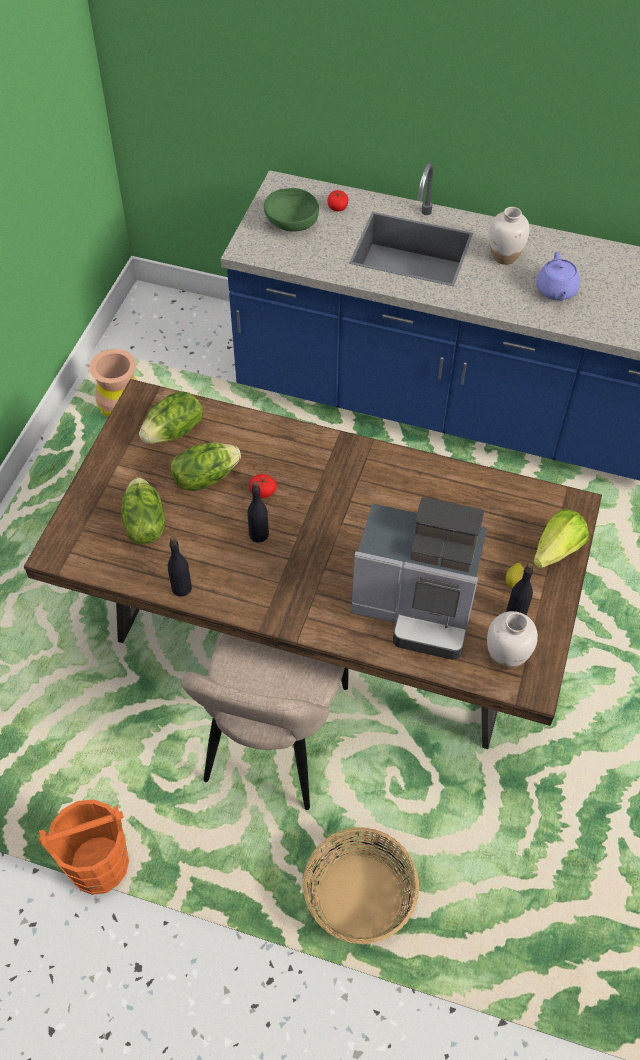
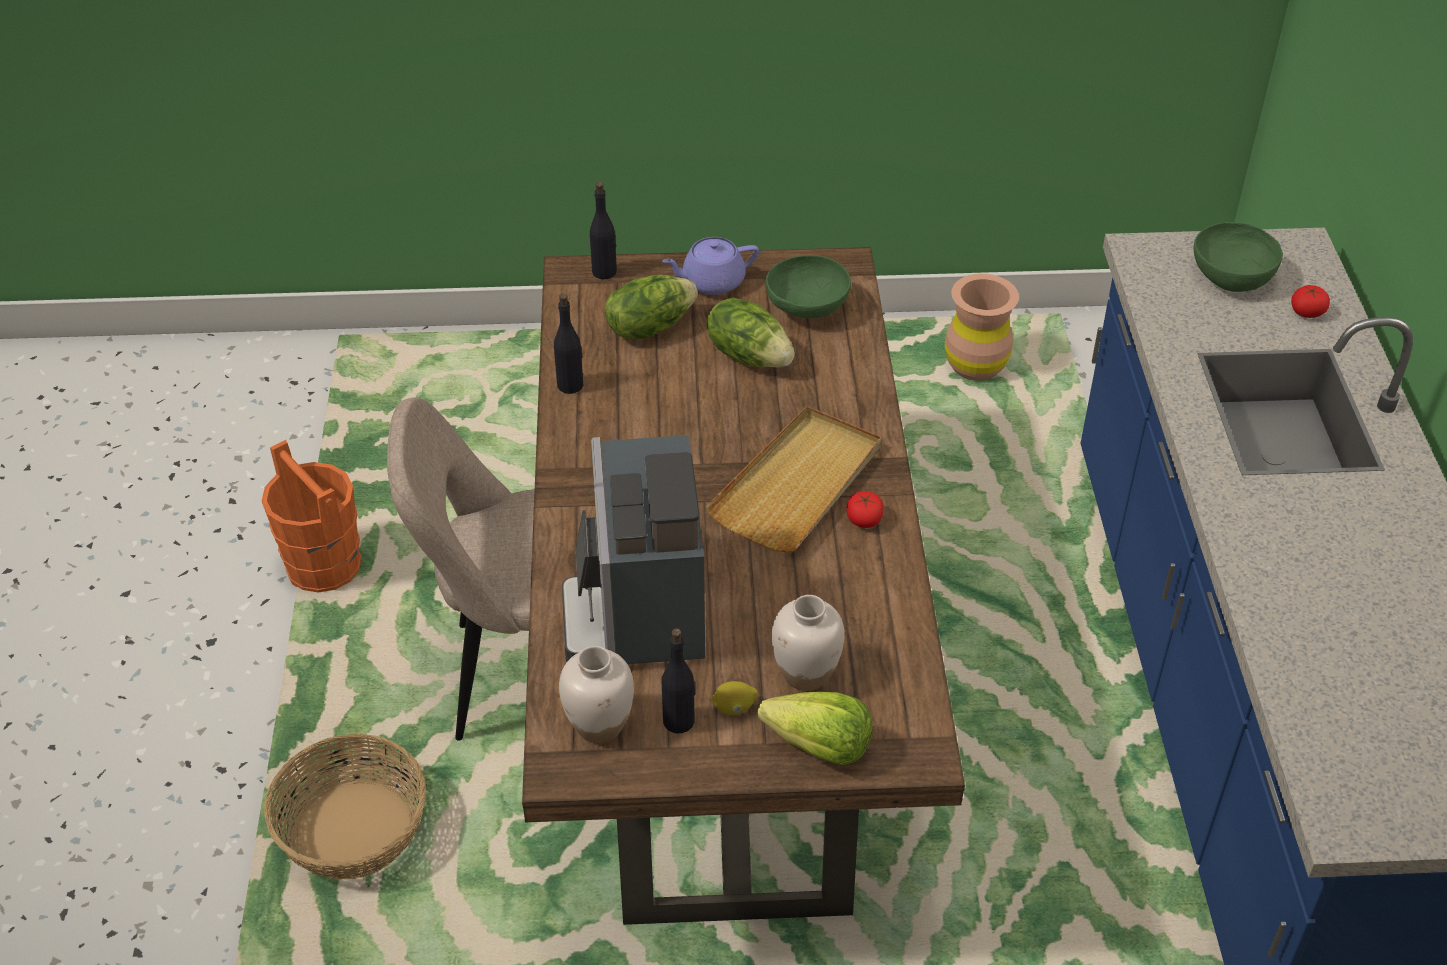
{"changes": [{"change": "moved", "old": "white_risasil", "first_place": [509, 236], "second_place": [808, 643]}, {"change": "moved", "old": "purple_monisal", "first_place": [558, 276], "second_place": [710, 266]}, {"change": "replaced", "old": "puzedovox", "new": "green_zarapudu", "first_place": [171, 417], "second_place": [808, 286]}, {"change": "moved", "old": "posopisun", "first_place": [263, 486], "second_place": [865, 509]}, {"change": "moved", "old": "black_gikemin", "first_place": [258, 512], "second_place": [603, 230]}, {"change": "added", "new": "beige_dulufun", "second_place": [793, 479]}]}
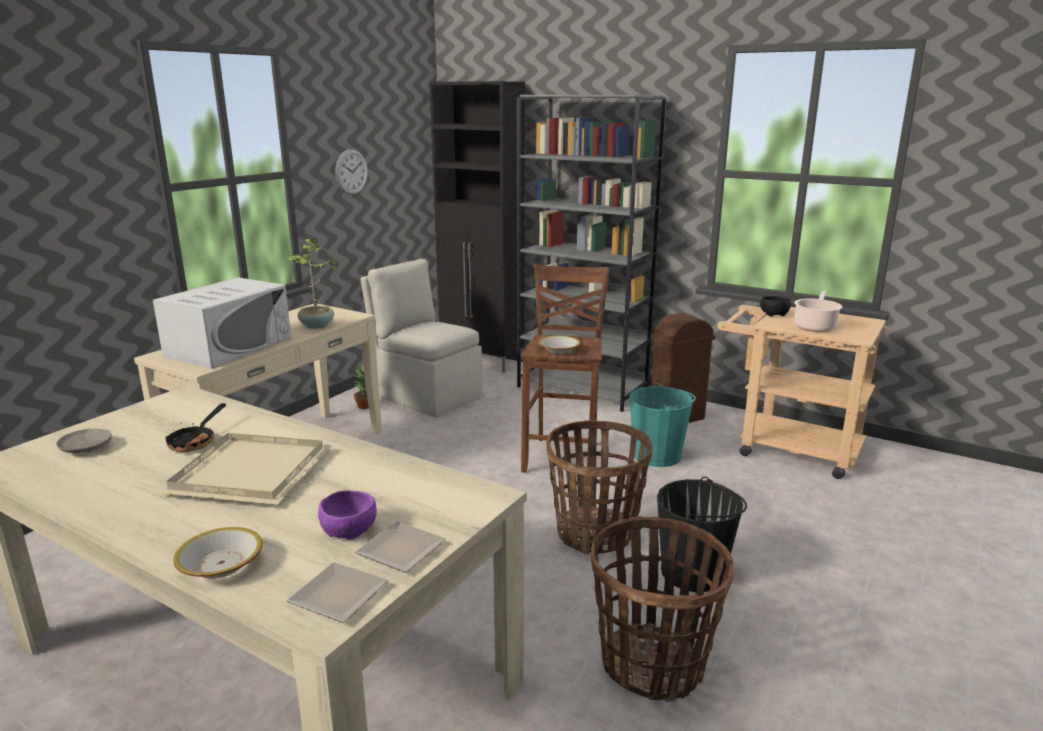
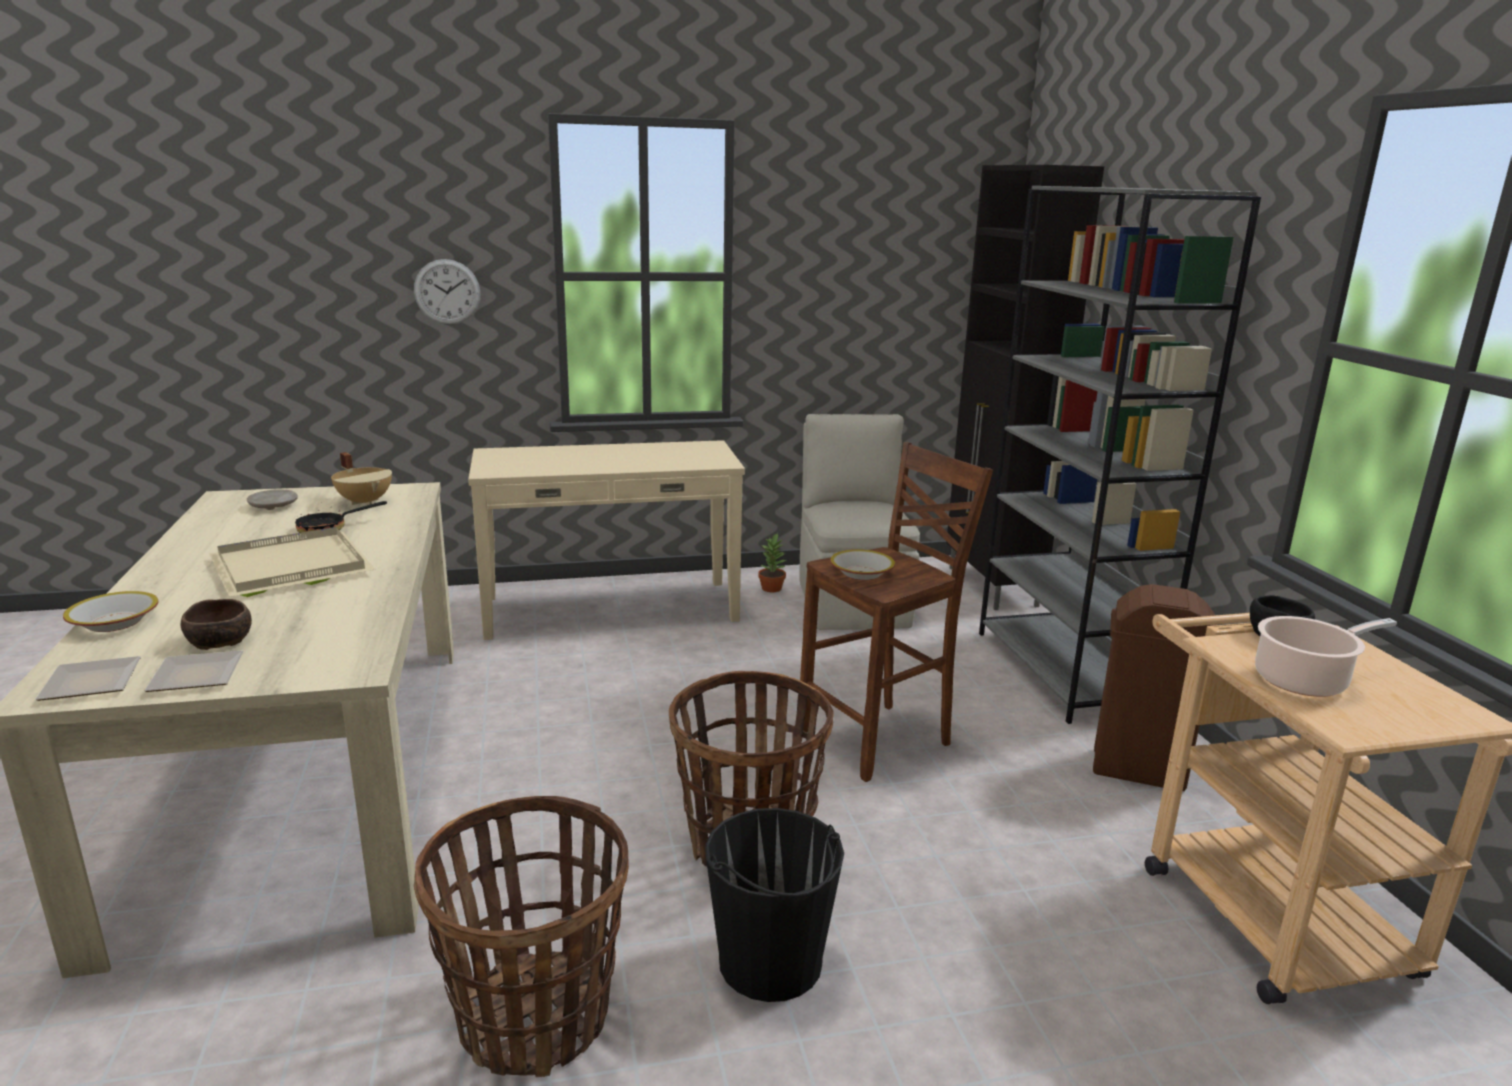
{"changes": [{"change": "moved", "old": "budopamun", "first_place": [352, 172], "second_place": [447, 292]}, {"change": "removed", "old": "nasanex", "first_place": [313, 283]}, {"change": "removed", "old": "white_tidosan", "first_place": [222, 323]}, {"change": "removed", "old": "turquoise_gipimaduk", "first_place": [662, 425]}, {"change": "recoloured", "old": "purple_zarapudu", "new": "brown_zarapudu", "first_place": [347, 515], "second_place": [216, 624]}, {"change": "added", "new": "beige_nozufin", "second_place": [361, 478]}]}
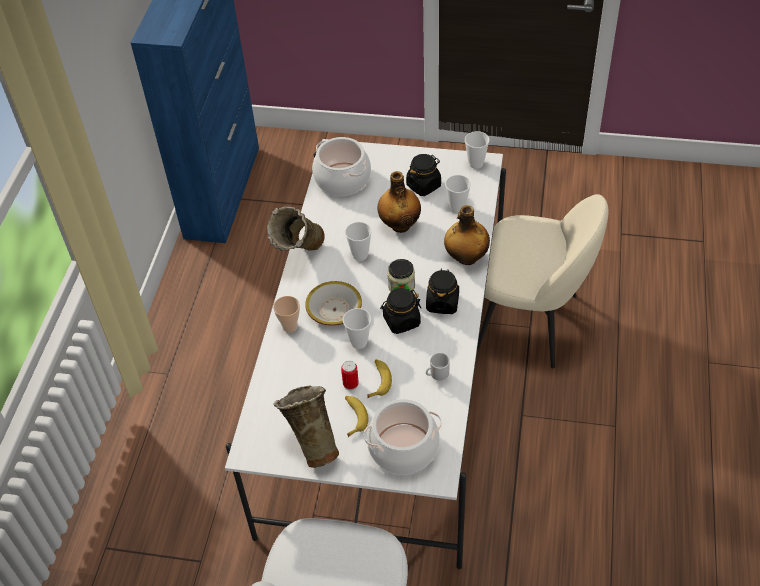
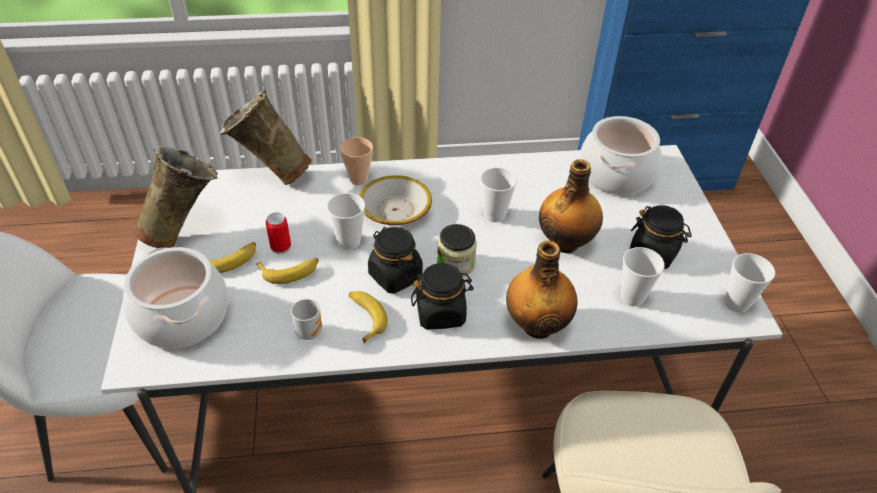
{"changes": [{"change": "moved", "old": "beige_risasil", "first_place": [296, 228], "second_place": [266, 137]}, {"change": "added", "new": "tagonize", "second_place": [368, 317]}]}
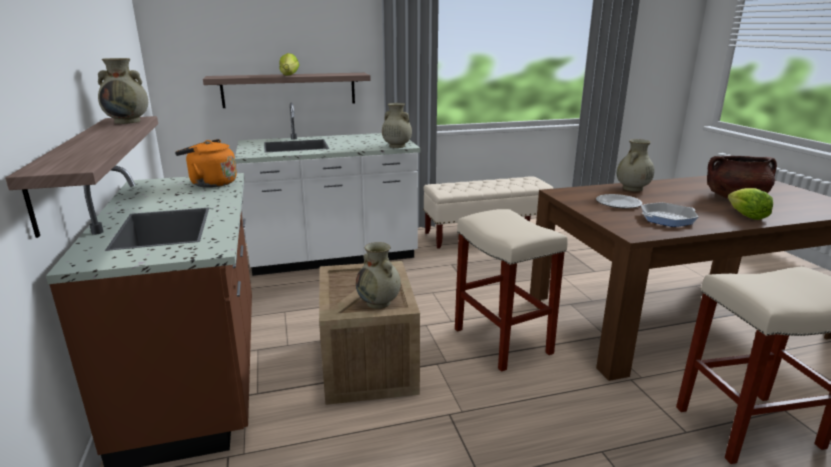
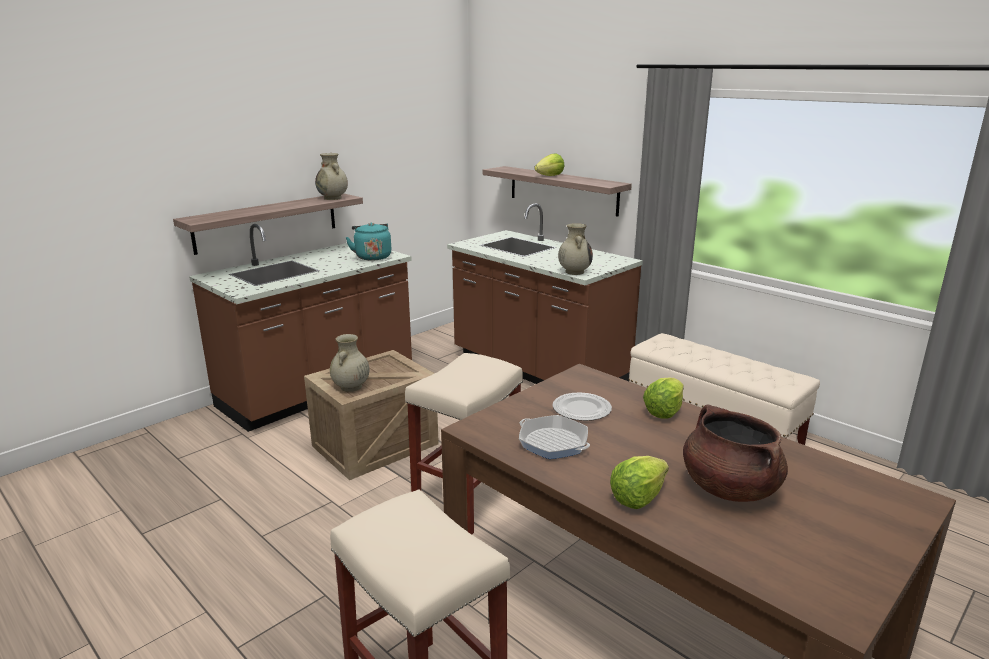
{"changes": [{"change": "recoloured", "old": "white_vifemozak", "new": "brown_vifemozak", "first_place": [327, 189], "second_place": [545, 293]}, {"change": "recoloured", "old": "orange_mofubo", "new": "turquoise_mofubo", "first_place": [206, 163], "second_place": [368, 241]}, {"change": "replaced", "old": "beige_risasil", "new": "puzedovox", "first_place": [636, 165], "second_place": [663, 398]}]}
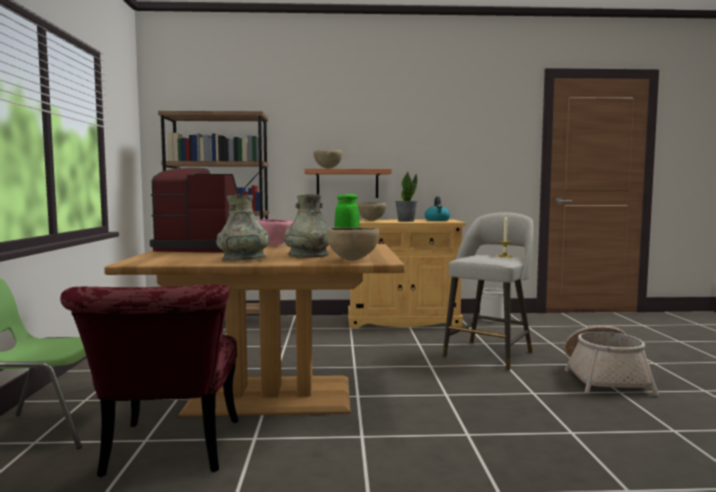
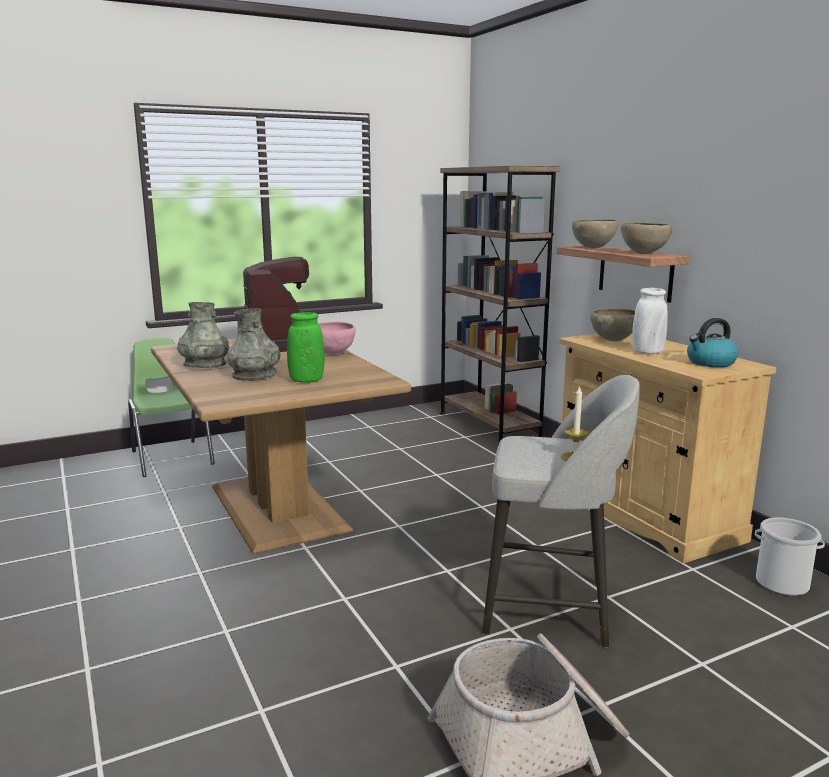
{"changes": [{"change": "replaced", "old": "nasanex", "new": "white_risasil", "first_place": [406, 197], "second_place": [650, 321]}, {"change": "moved", "old": "brown_zarapudu", "first_place": [352, 244], "second_place": [646, 238]}, {"change": "removed", "old": "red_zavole", "first_place": [149, 380]}]}
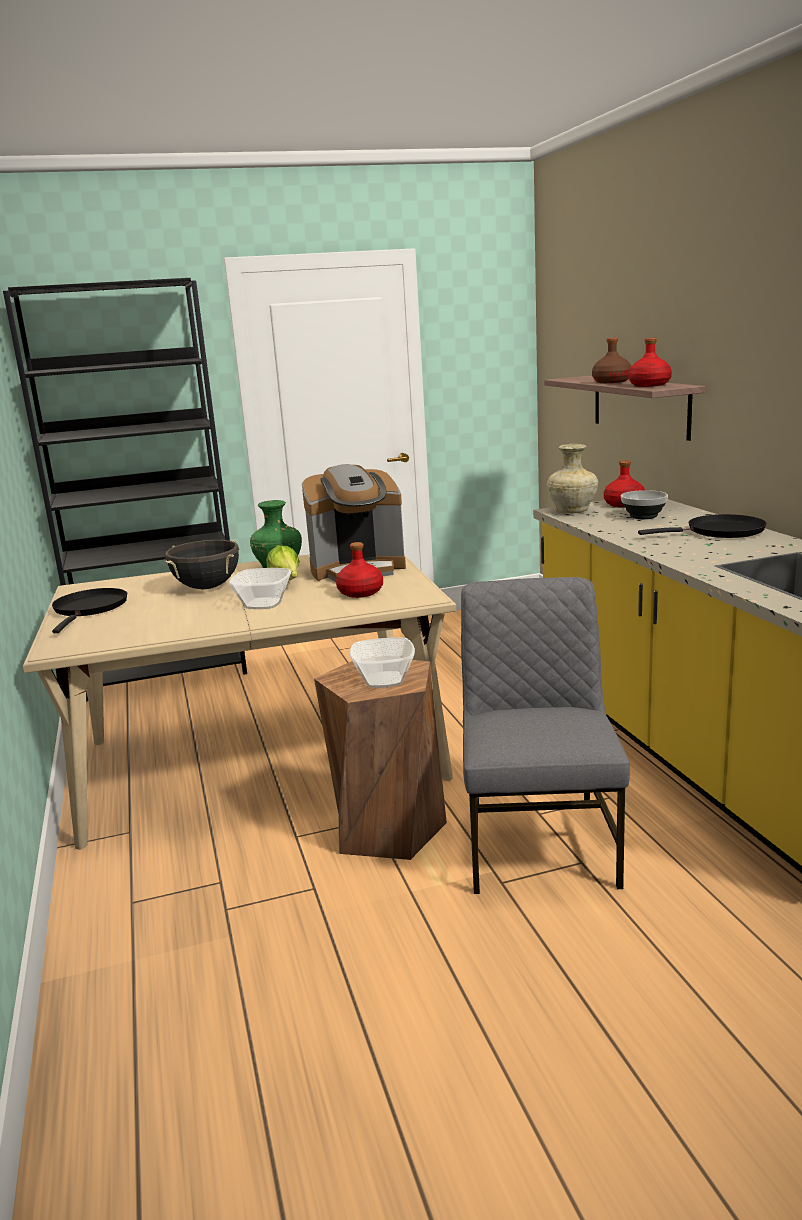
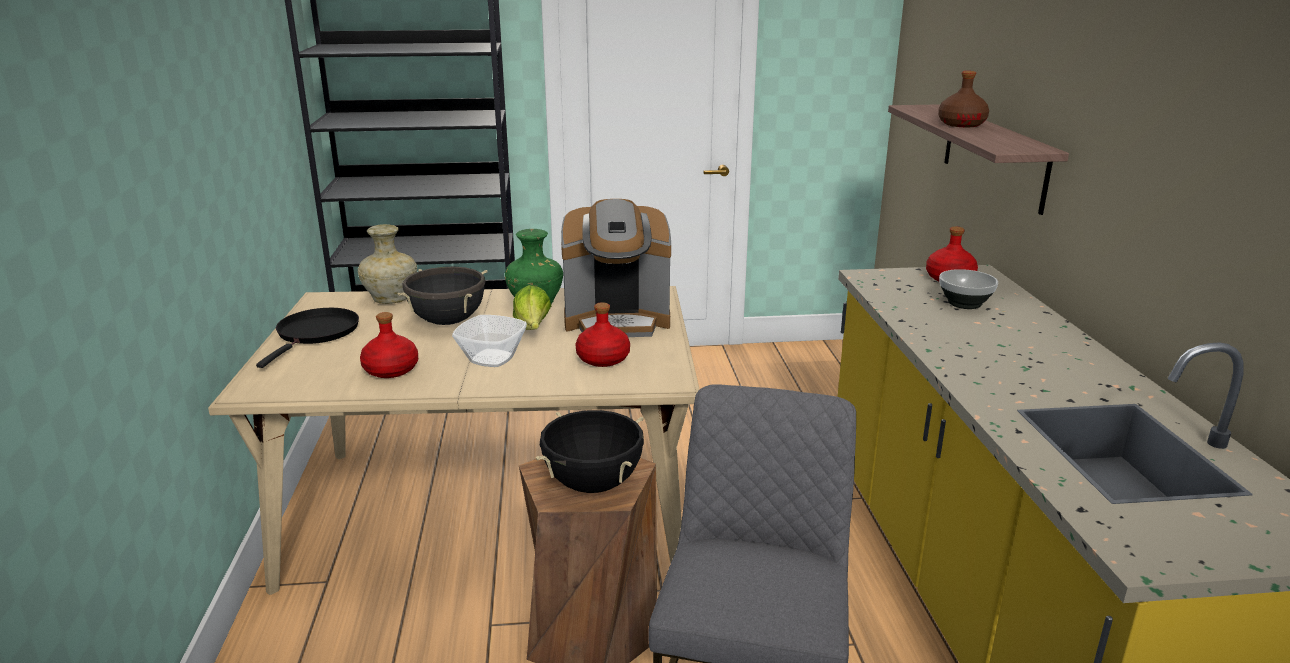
{"changes": [{"change": "moved", "old": "red_gikemin", "first_place": [650, 362], "second_place": [389, 345]}, {"change": "moved", "old": "beige_risasil", "first_place": [572, 479], "second_place": [387, 264]}, {"change": "removed", "old": "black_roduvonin", "first_place": [702, 526]}, {"change": "replaced", "old": "zarapudu", "new": "black_nozufin", "first_place": [382, 662], "second_place": [590, 451]}]}
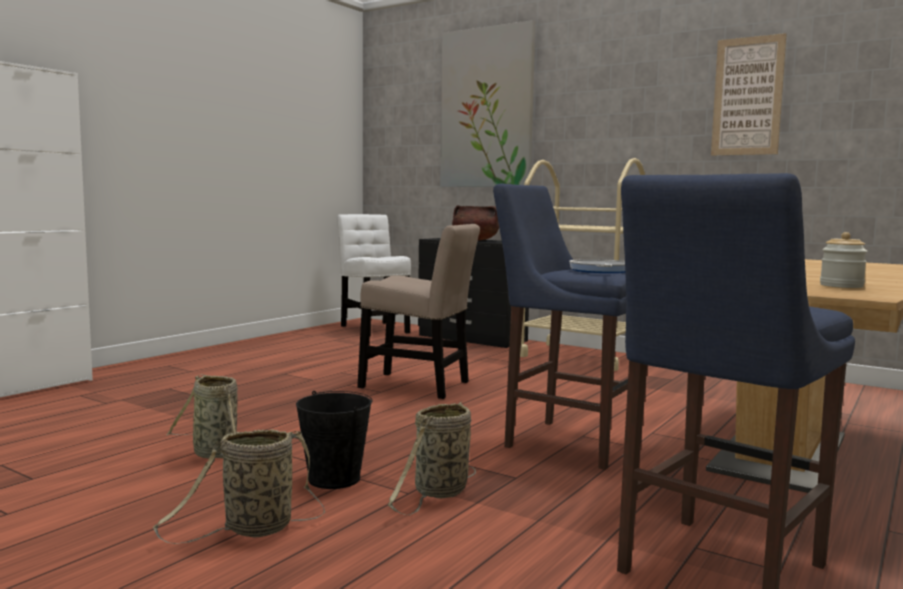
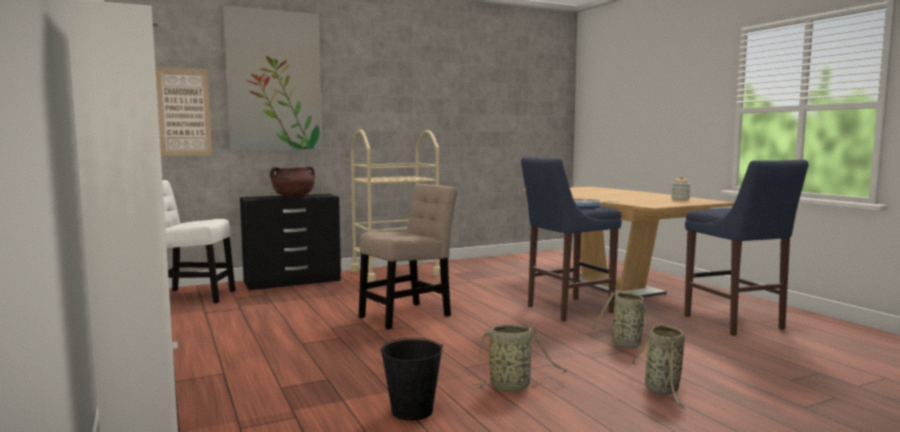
{"changes": [{"change": "moved", "old": "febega", "first_place": [749, 94], "second_place": [183, 111]}, {"change": "moved", "old": "black_gipimaduk", "first_place": [334, 440], "second_place": [411, 379]}]}
